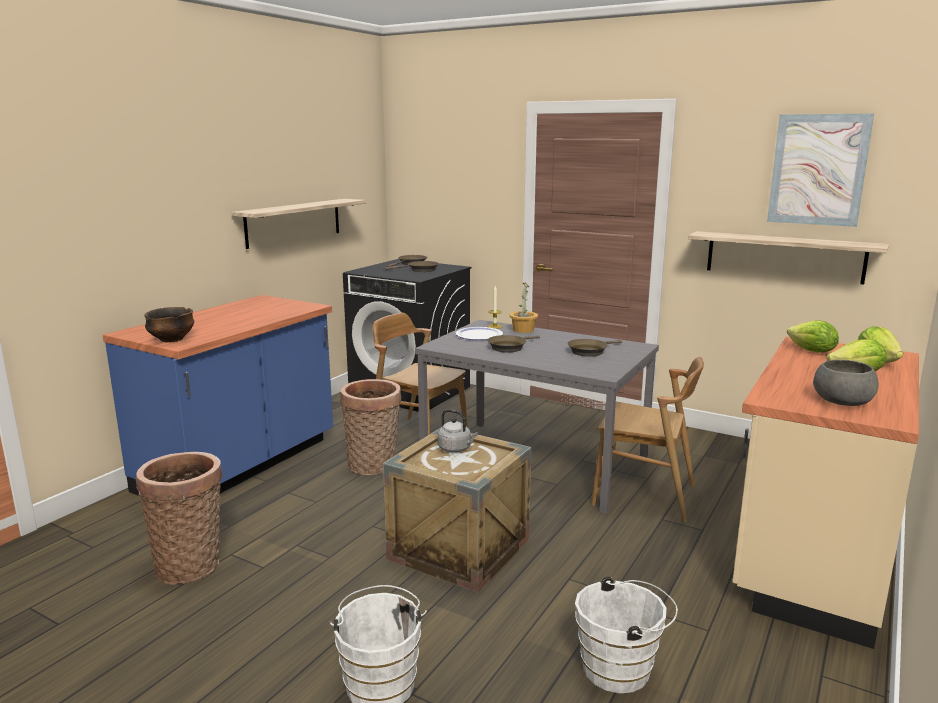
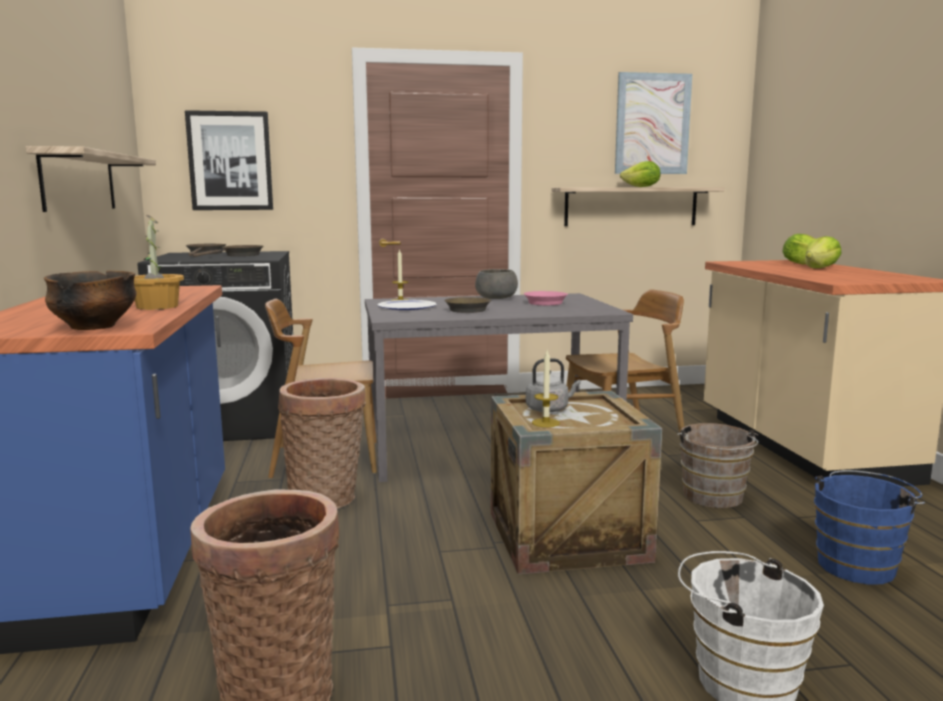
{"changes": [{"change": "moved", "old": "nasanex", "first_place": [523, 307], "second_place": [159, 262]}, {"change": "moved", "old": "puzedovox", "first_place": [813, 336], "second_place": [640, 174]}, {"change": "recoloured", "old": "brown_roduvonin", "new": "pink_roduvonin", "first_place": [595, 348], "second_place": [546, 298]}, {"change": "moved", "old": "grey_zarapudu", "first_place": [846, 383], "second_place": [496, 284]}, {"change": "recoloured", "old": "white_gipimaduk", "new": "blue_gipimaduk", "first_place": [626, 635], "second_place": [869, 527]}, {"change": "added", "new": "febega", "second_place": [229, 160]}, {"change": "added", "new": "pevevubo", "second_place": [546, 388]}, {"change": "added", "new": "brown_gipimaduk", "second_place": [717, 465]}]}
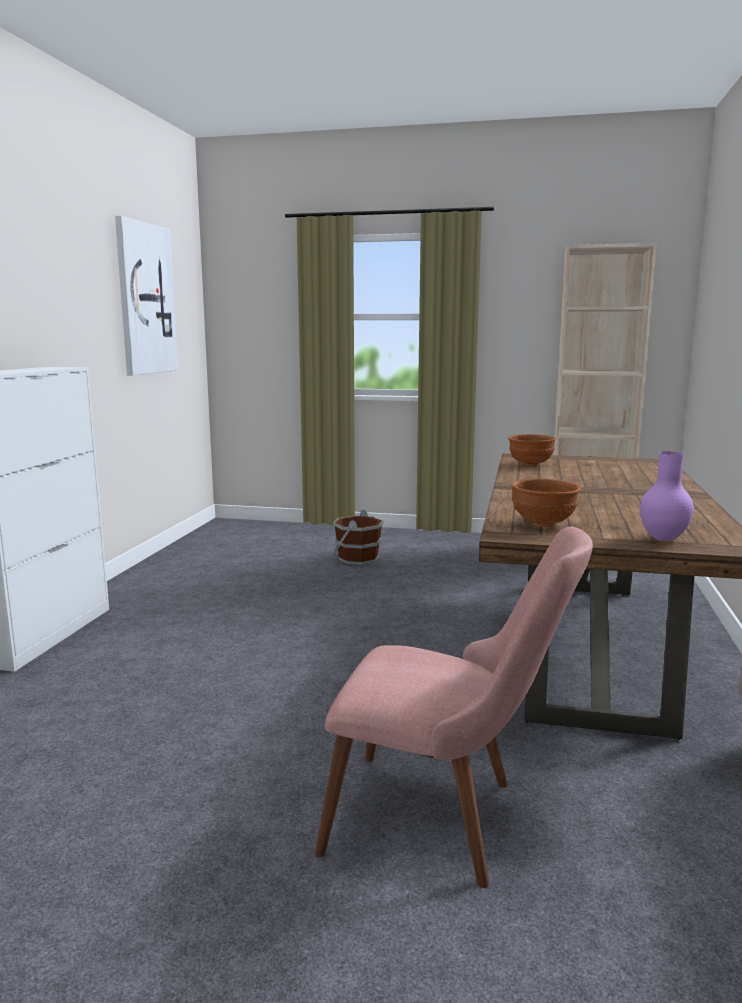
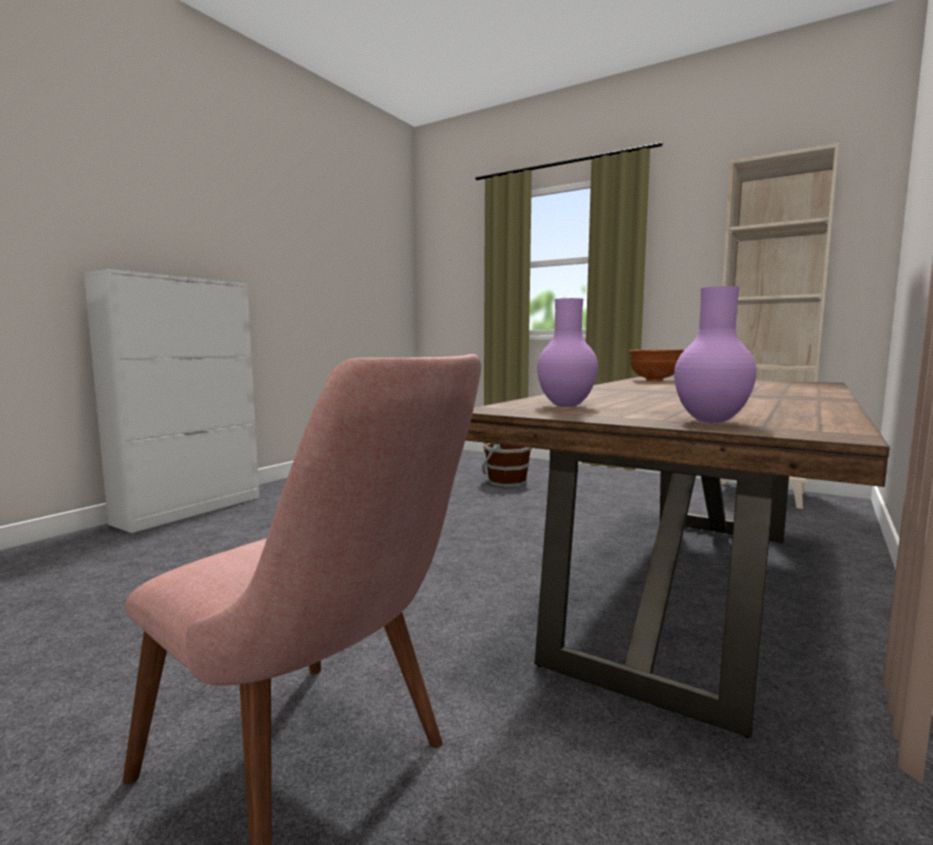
{"changes": [{"change": "removed", "old": "febega", "first_place": [147, 295]}, {"change": "replaced", "old": "brown_zarapudu", "new": "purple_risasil", "first_place": [546, 502], "second_place": [567, 352]}]}
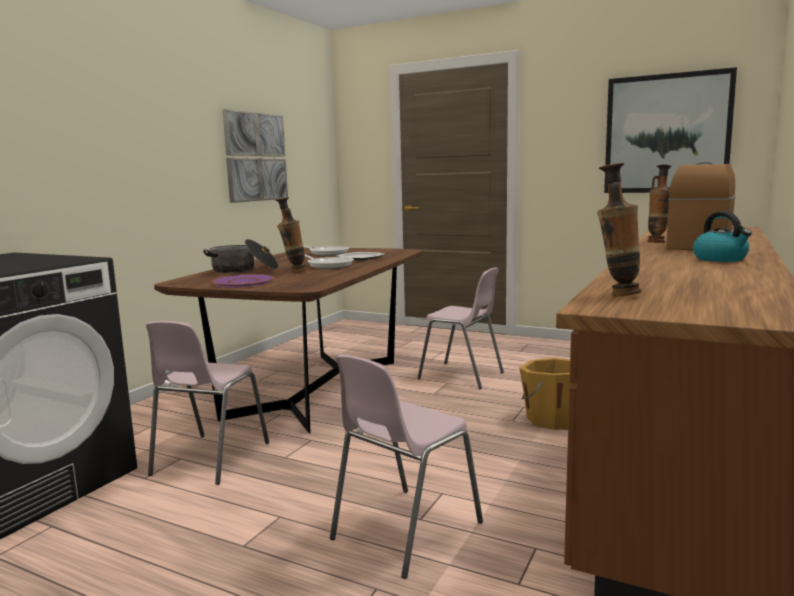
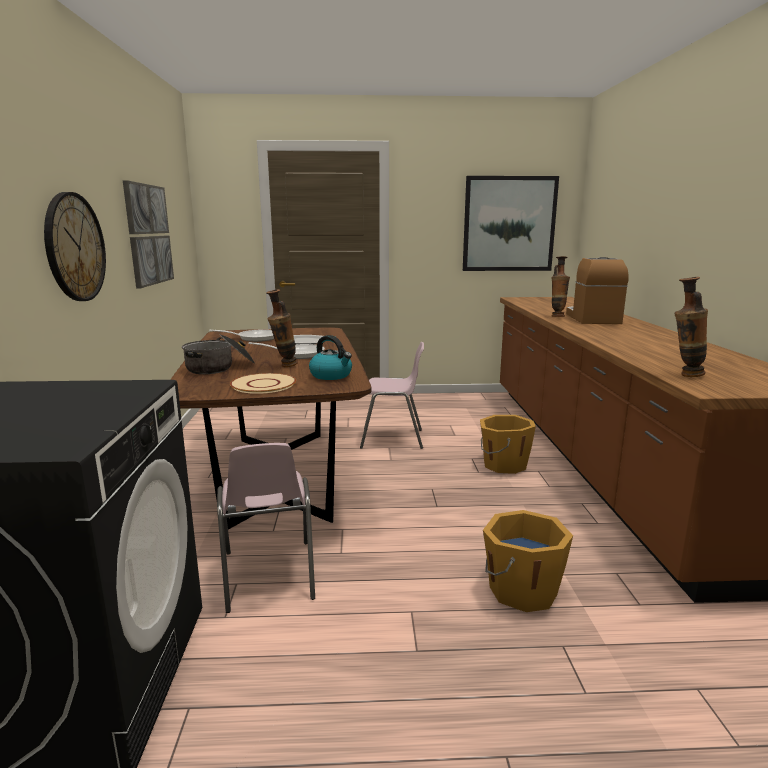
{"changes": [{"change": "moved", "old": "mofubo", "first_place": [722, 236], "second_place": [330, 357]}, {"change": "recoloured", "old": "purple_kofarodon", "new": "beige_kofarodon", "first_place": [243, 280], "second_place": [263, 383]}, {"change": "replaced", "old": "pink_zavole", "new": "orange_gipimaduk", "first_place": [406, 466], "second_place": [528, 561]}, {"change": "added", "new": "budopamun", "second_place": [75, 246]}]}
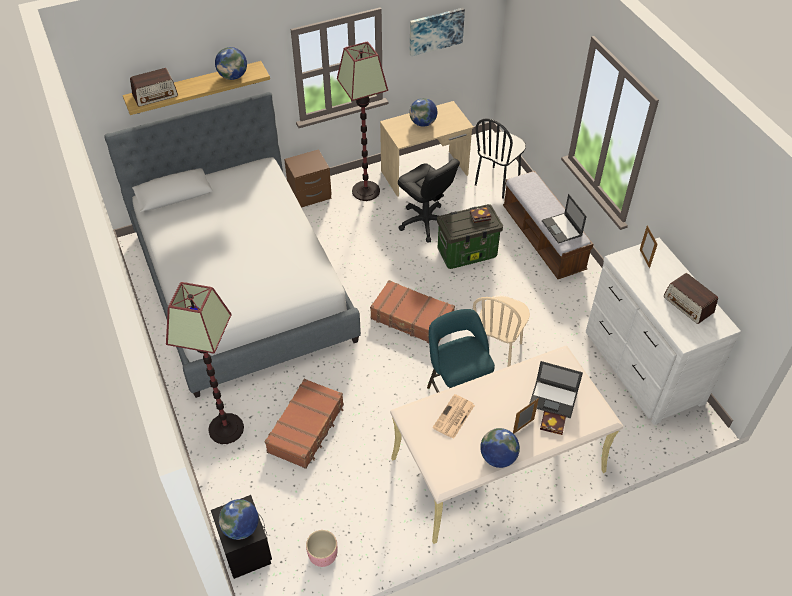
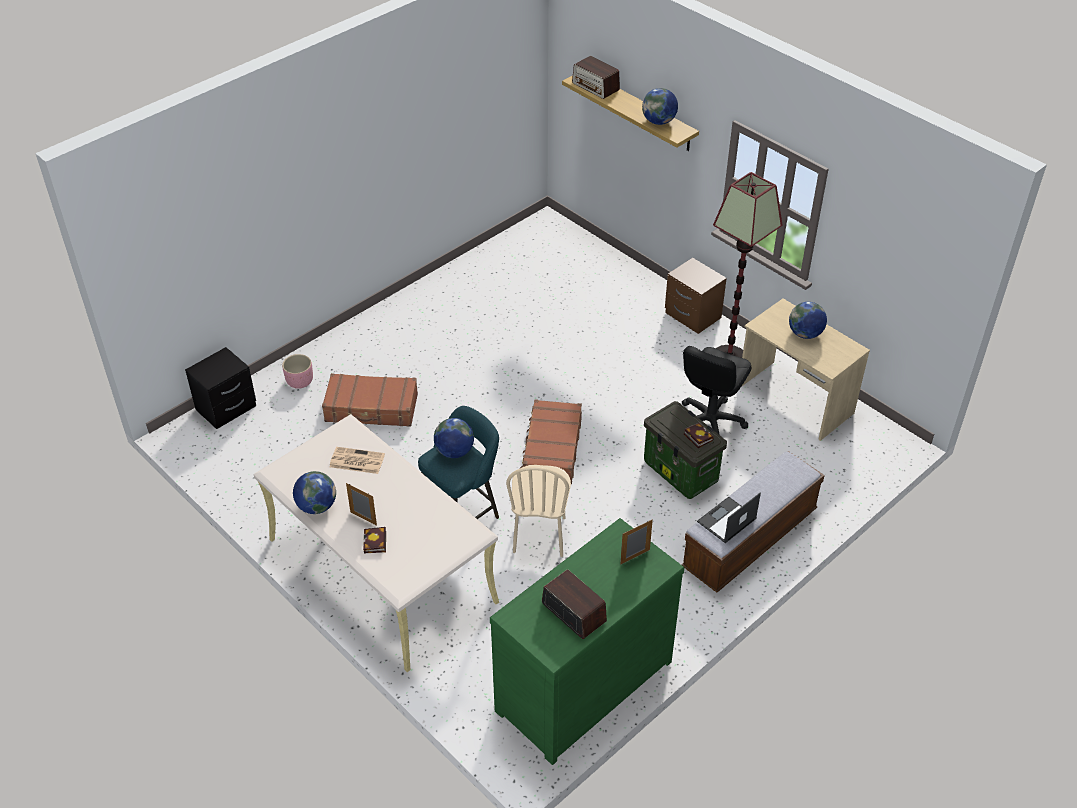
{"changes": [{"change": "removed", "old": "febega", "first_place": [437, 32]}, {"change": "removed", "old": "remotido", "first_place": [232, 245]}, {"change": "removed", "old": "black_zavole", "first_place": [500, 158]}, {"change": "recoloured", "old": "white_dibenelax", "new": "green_dibenelax", "first_place": [663, 331], "second_place": [587, 641]}, {"change": "turned", "old": "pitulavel", "first_place": [691, 298], "second_place": [574, 604], "degrees": 105}, {"change": "removed", "old": "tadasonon", "first_place": [205, 363]}, {"change": "turned", "old": "beige_zavole", "first_place": [501, 331], "second_place": [538, 511], "degrees": -90}, {"change": "removed", "old": "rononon", "first_place": [556, 389]}, {"change": "moved", "old": "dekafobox", "first_place": [239, 519], "second_place": [454, 438]}, {"change": "moved", "old": "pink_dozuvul", "first_place": [321, 548], "second_place": [297, 371]}]}
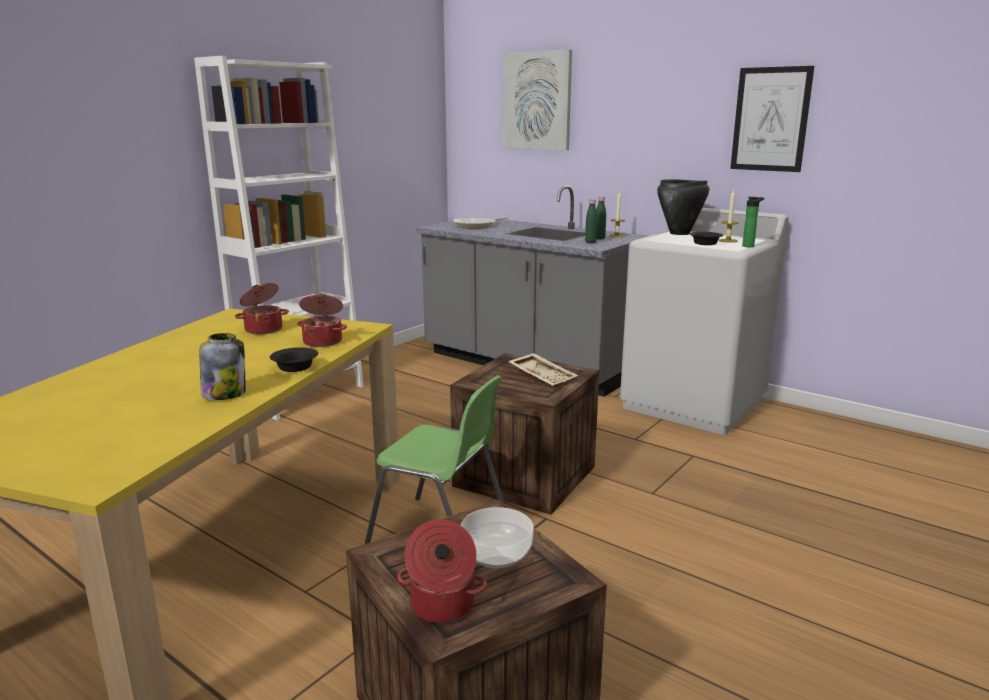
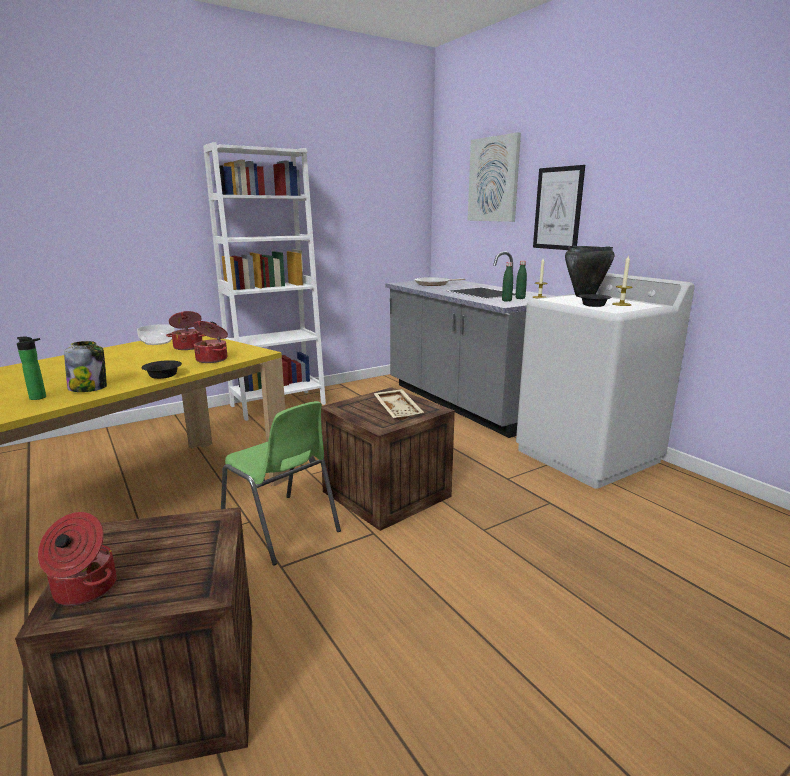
{"changes": [{"change": "moved", "old": "febega", "first_place": [772, 119], "second_place": [559, 207]}, {"change": "moved", "old": "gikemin", "first_place": [753, 222], "second_place": [31, 368]}, {"change": "moved", "old": "zarapudu", "first_place": [497, 537], "second_place": [156, 334]}]}
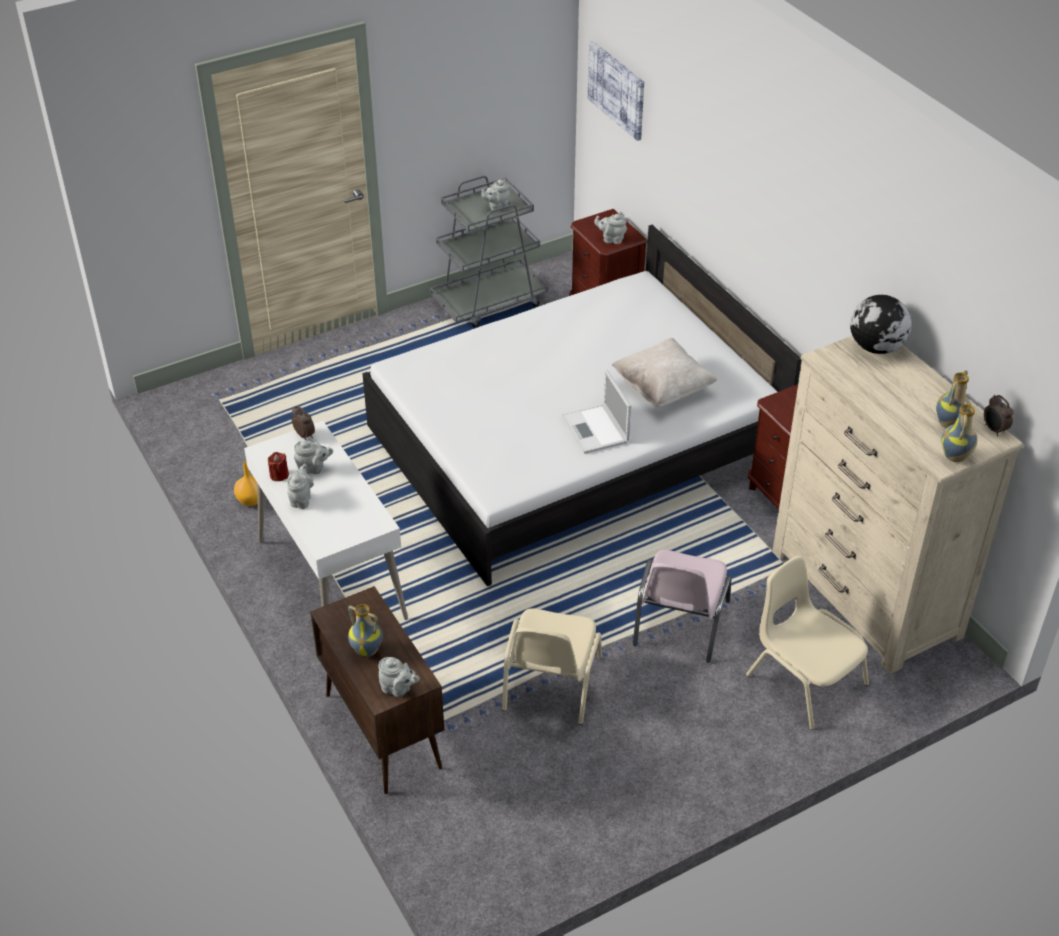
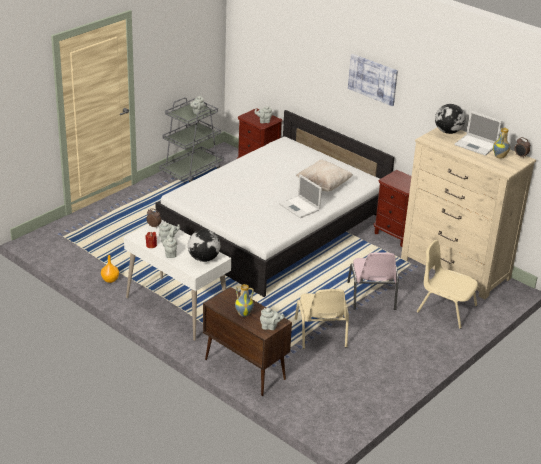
{"changes": [{"change": "moved", "old": "febega", "first_place": [616, 91], "second_place": [373, 80]}, {"change": "removed", "old": "risasil", "first_place": [959, 431]}, {"change": "added", "new": "rononon", "second_place": [478, 133]}, {"change": "added", "new": "dekafobox", "second_place": [204, 245]}]}
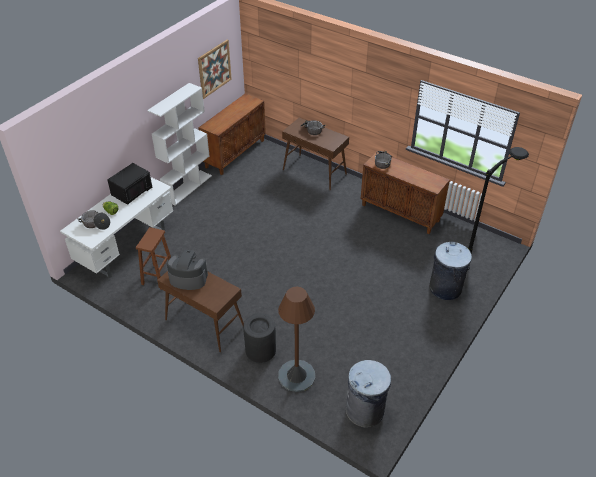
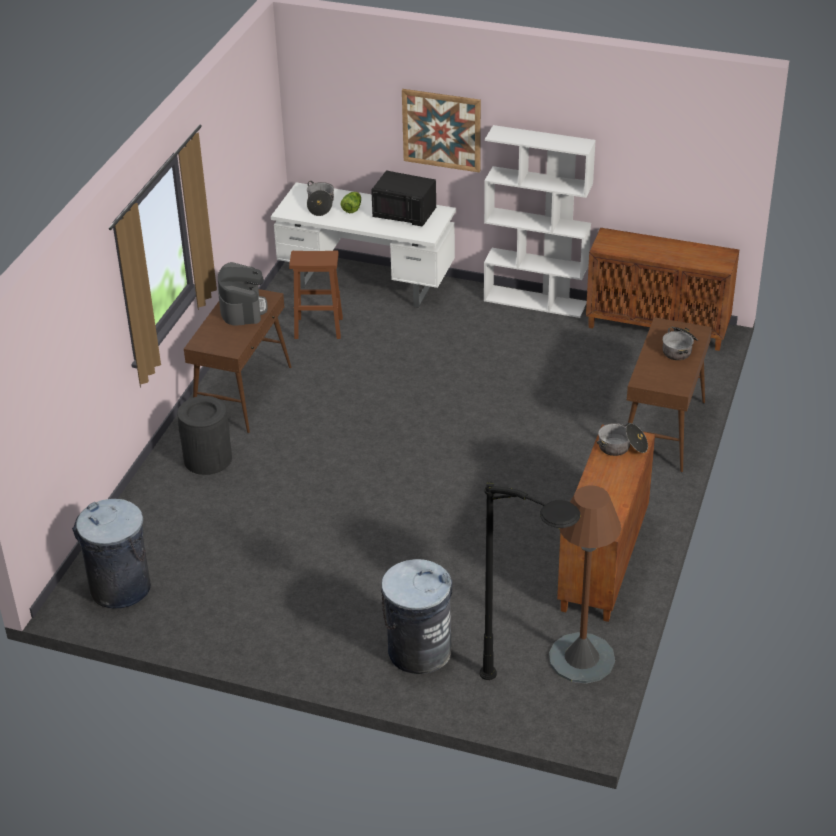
{"changes": [{"change": "moved", "old": "febega", "first_place": [215, 69], "second_place": [441, 131]}, {"change": "moved", "old": "brown_tadasonon", "first_place": [296, 339], "second_place": [585, 584]}]}
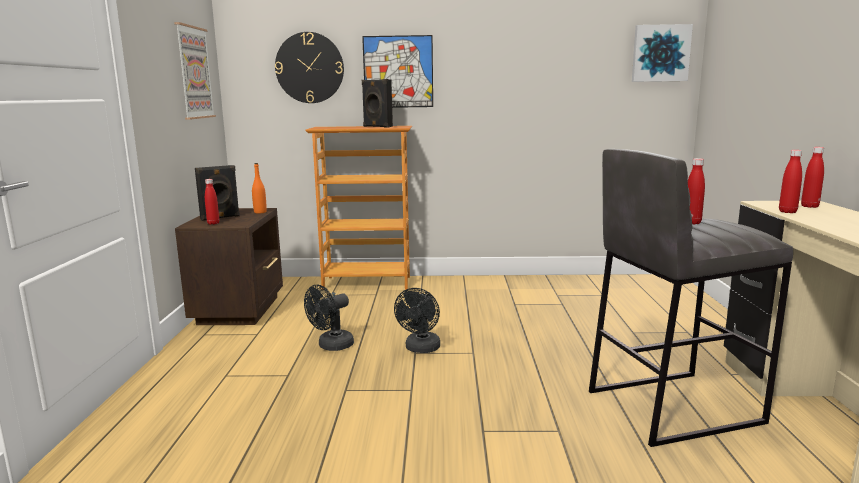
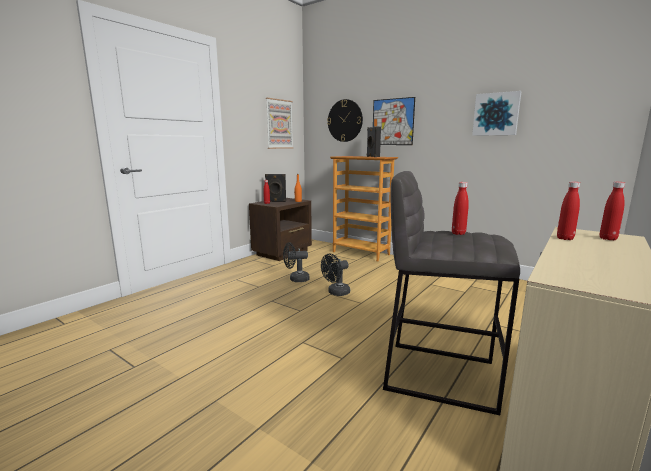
{"changes": [{"change": "moved", "old": "febega", "first_place": [662, 53], "second_place": [497, 113]}]}
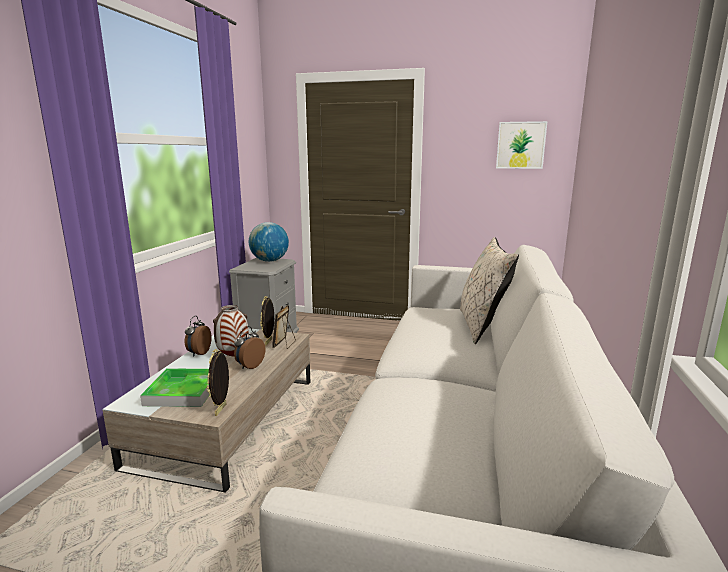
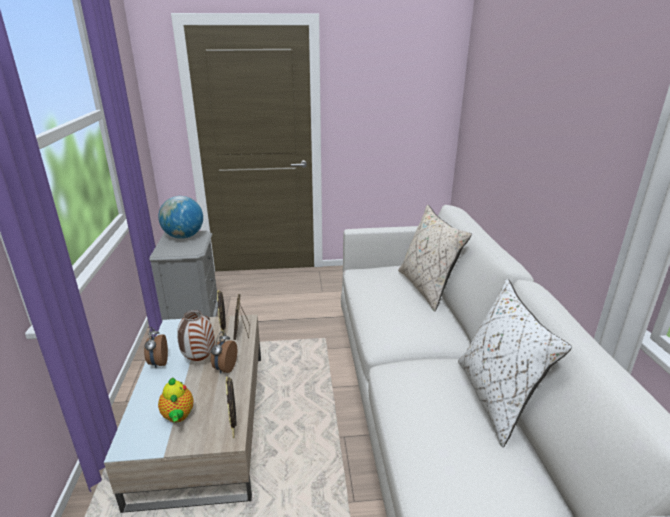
{"changes": [{"change": "removed", "old": "febega", "first_place": [522, 145]}, {"change": "replaced", "old": "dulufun", "new": "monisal", "first_place": [174, 387], "second_place": [176, 400]}, {"change": "added", "new": "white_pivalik", "second_place": [515, 363]}]}
